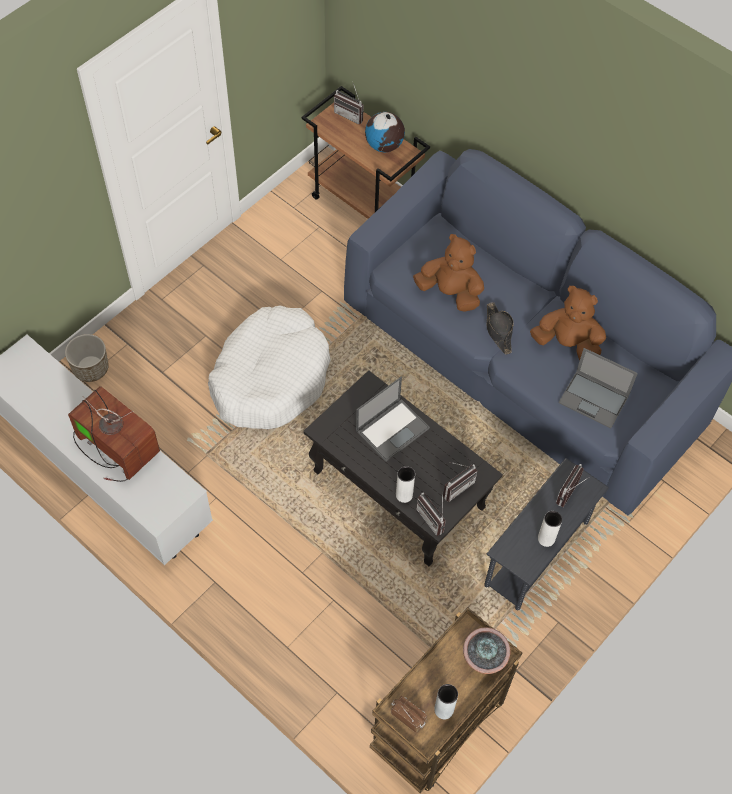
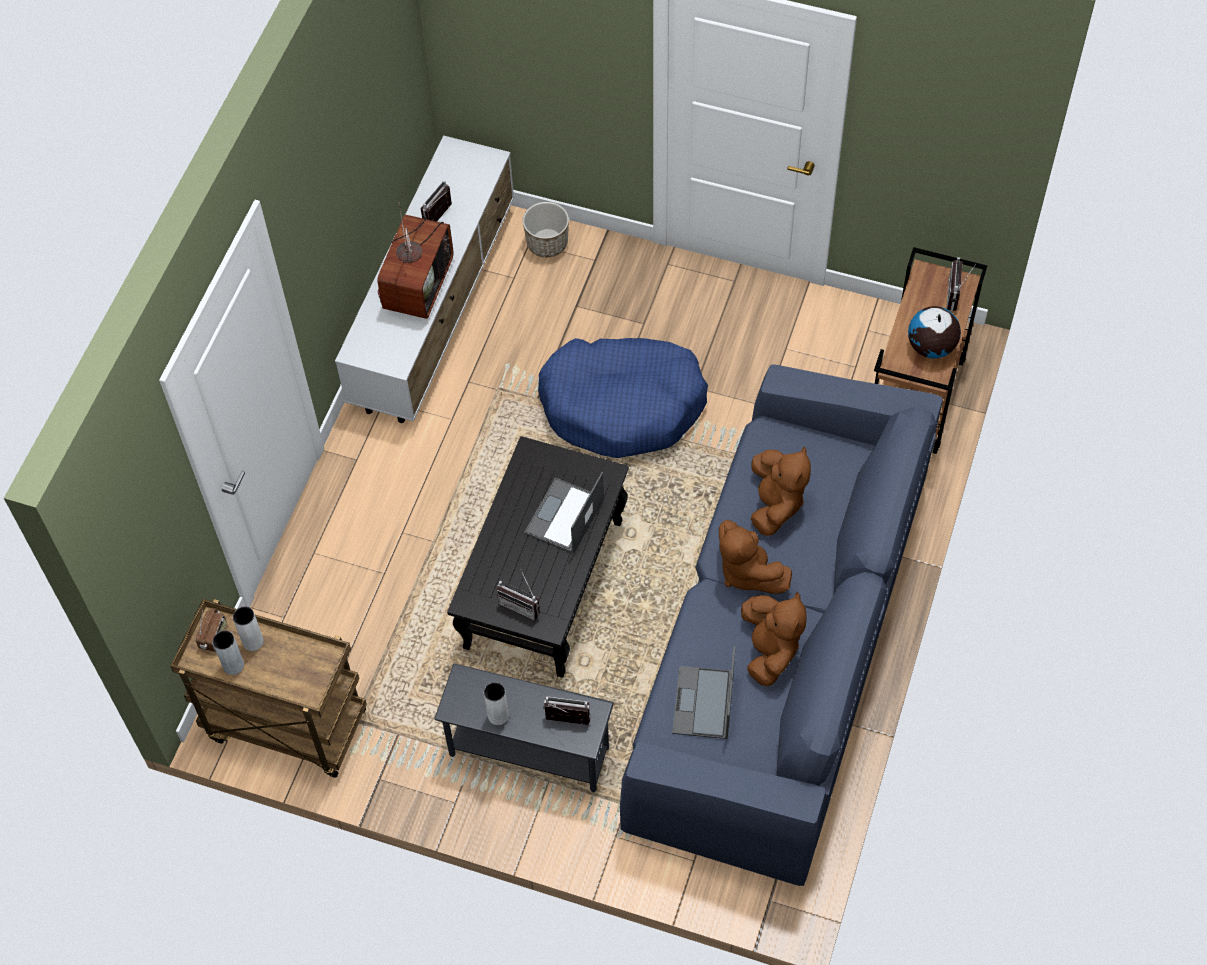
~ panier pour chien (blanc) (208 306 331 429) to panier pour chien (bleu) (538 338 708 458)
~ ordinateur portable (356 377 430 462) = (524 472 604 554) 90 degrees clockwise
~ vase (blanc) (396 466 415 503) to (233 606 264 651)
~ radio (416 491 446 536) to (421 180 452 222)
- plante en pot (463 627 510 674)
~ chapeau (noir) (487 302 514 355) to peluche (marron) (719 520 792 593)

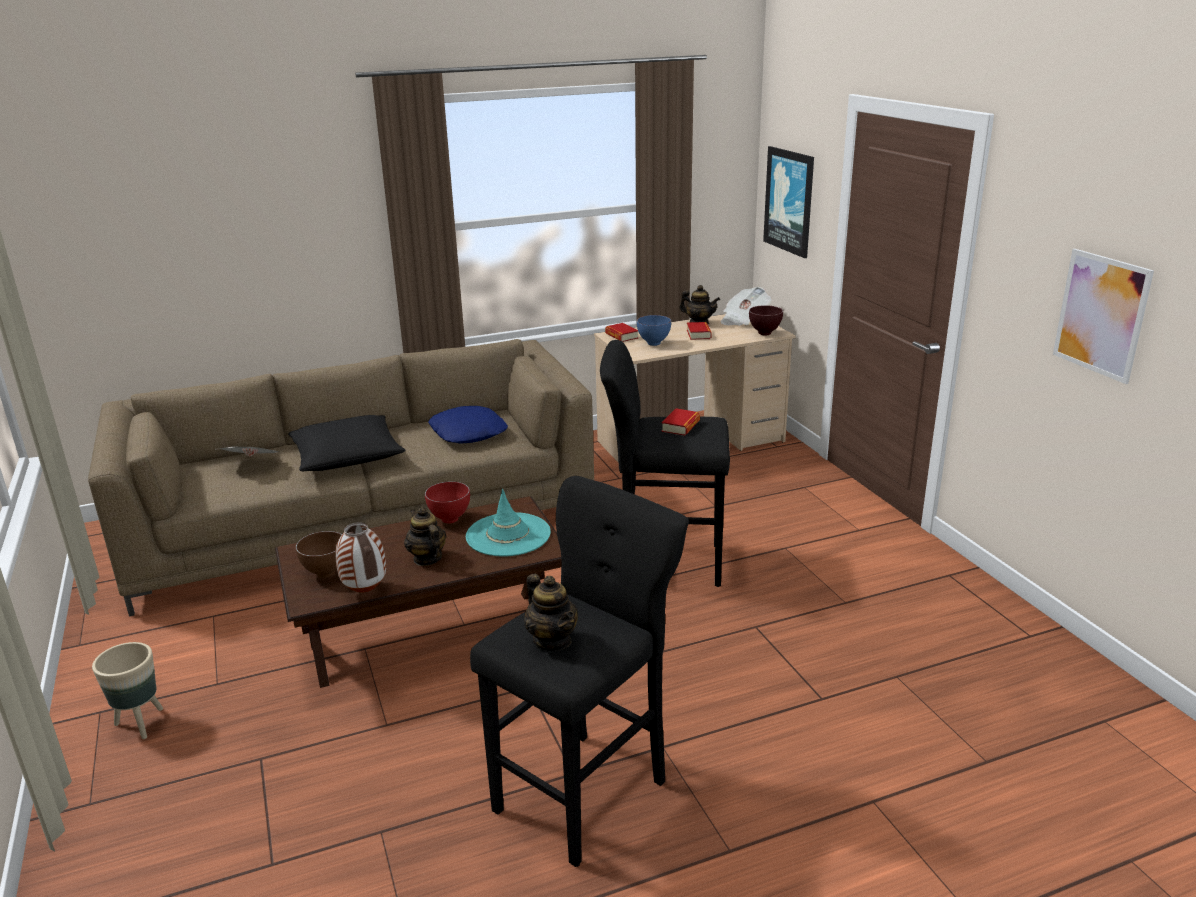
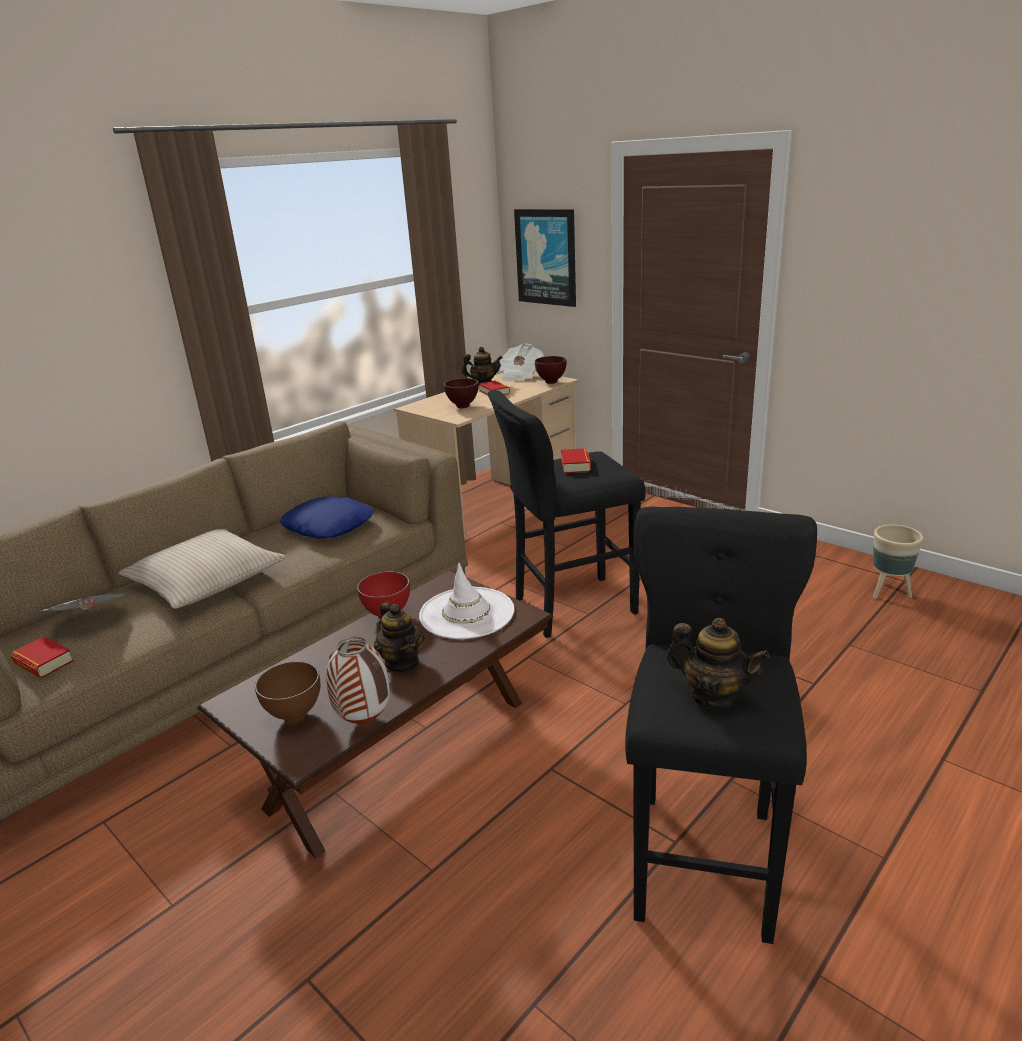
~ cache-pot (beige) (92 642 163 739) to (873 525 923 599)
~ coussin (noir) (288 415 406 471) to coussin (beige) (119 529 287 609)
~ théière (404 507 446 566) = (374 602 424 672) 150 degrees counterclockwise
~ chapeau (turquoise) (466 489 551 556) to chapeau (blanc) (419 563 514 639)
~ livre (605 323 638 342) to (10 636 74 678)
~ bol (bleu) (637 315 671 346) to bol (marron) (444 378 478 408)
- tableau (1053 249 1154 384)

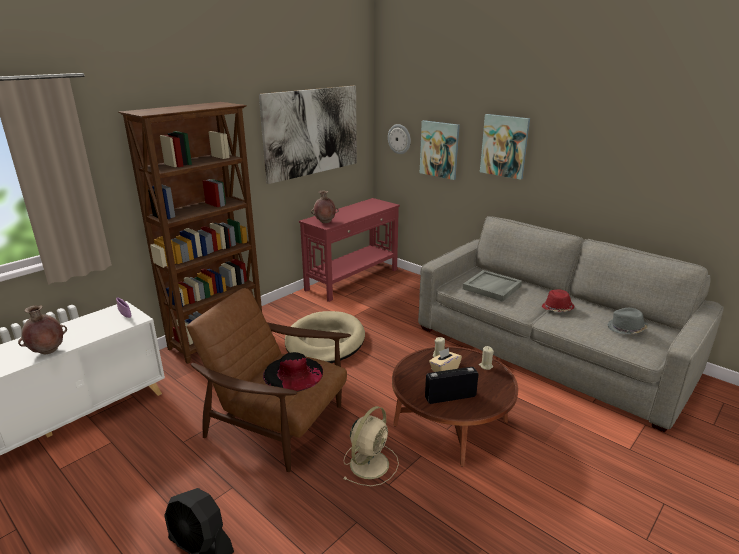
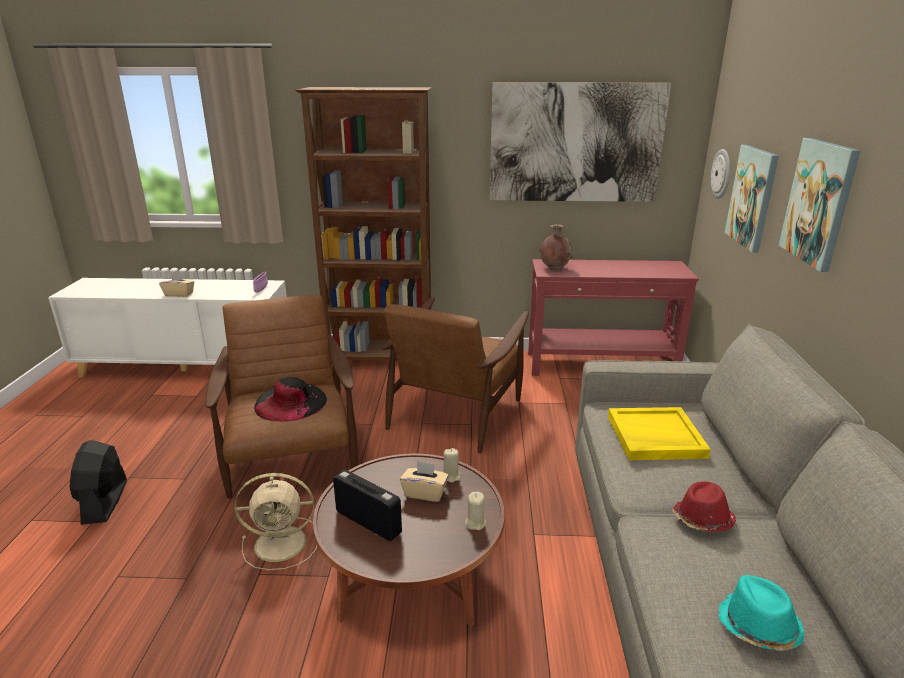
~ vase (marron) (18 305 67 354) to boîte à mouchoirs (beige) (159 272 195 297)
~ panier pour chien (beige) (285 311 365 363) to fauteuil (marron) (382 296 529 453)
~ plateau (gris) (463 270 522 302) to plateau (jaune) (608 407 711 460)
~ chapeau (gris) (607 308 648 334) to chapeau (turquoise) (719 575 805 651)

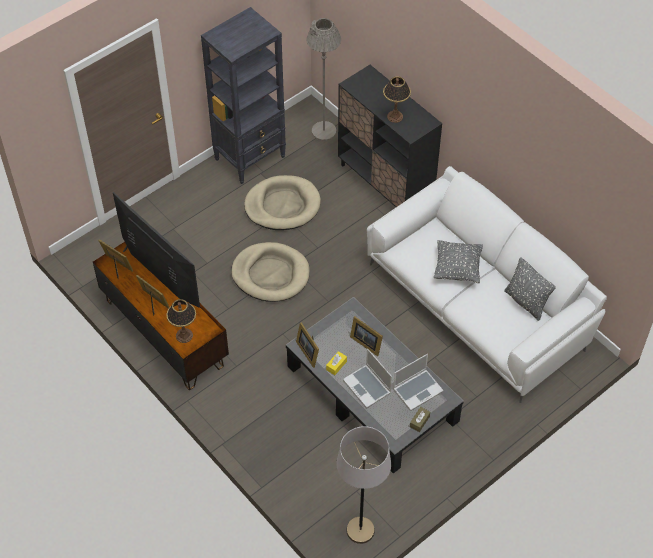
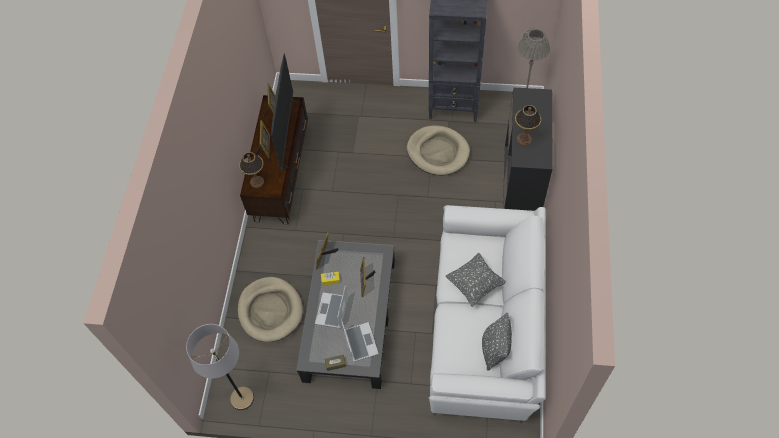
~ panier pour chien (beige) (231 242 310 302) to (238 277 303 342)
~ ordinateur portable (393 354 444 410) = (341 319 379 362) 120 degrees counterclockwise

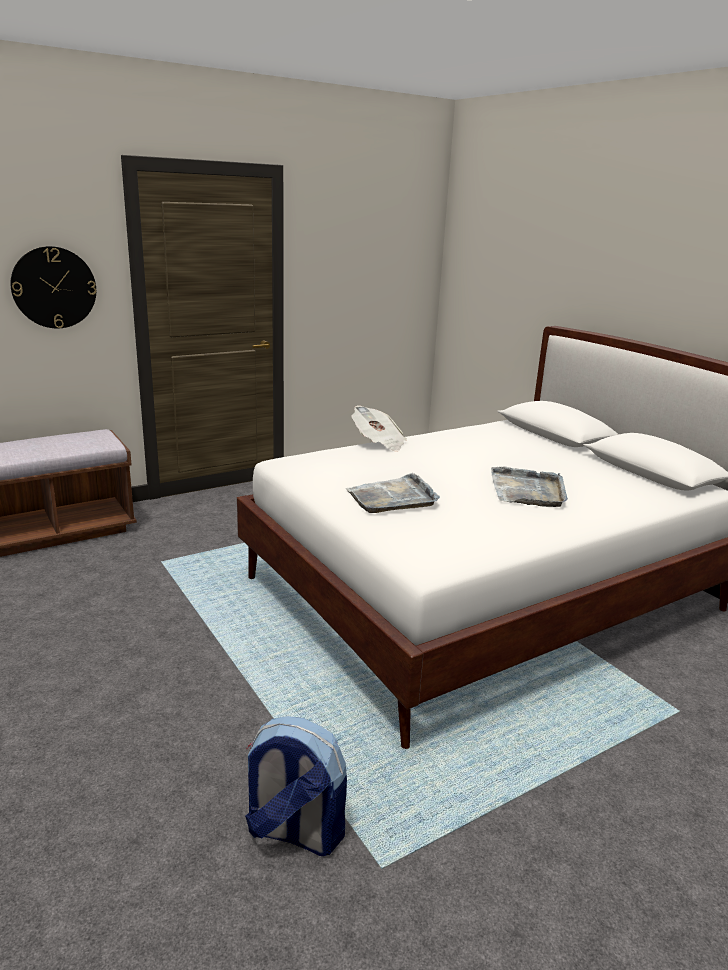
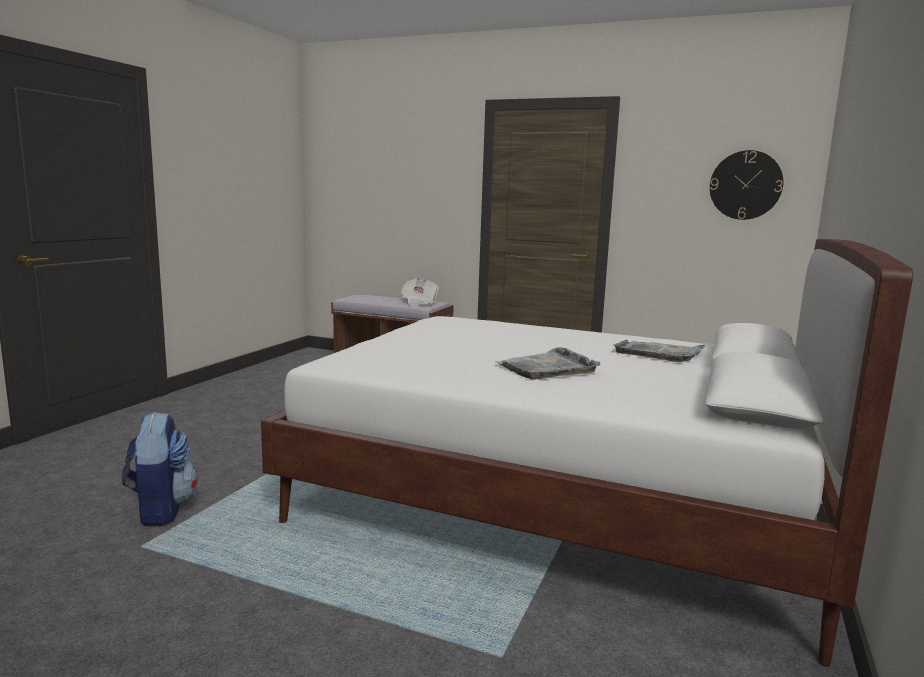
~ horloge murale (10 246 96 328) to (710 150 783 220)
~ plateau (gris) (346 473 440 513) to (613 340 706 362)
~ journal (351 405 407 452) to (401 278 439 306)

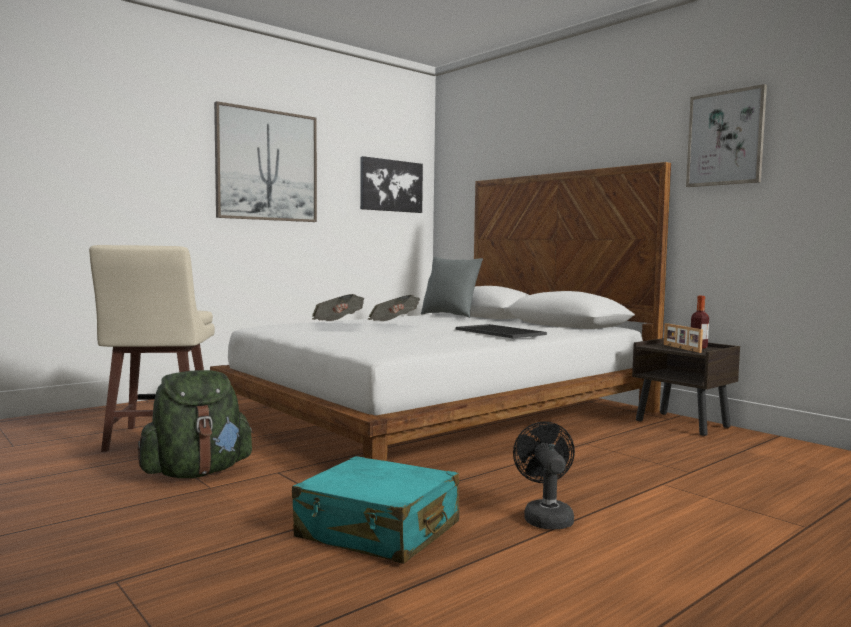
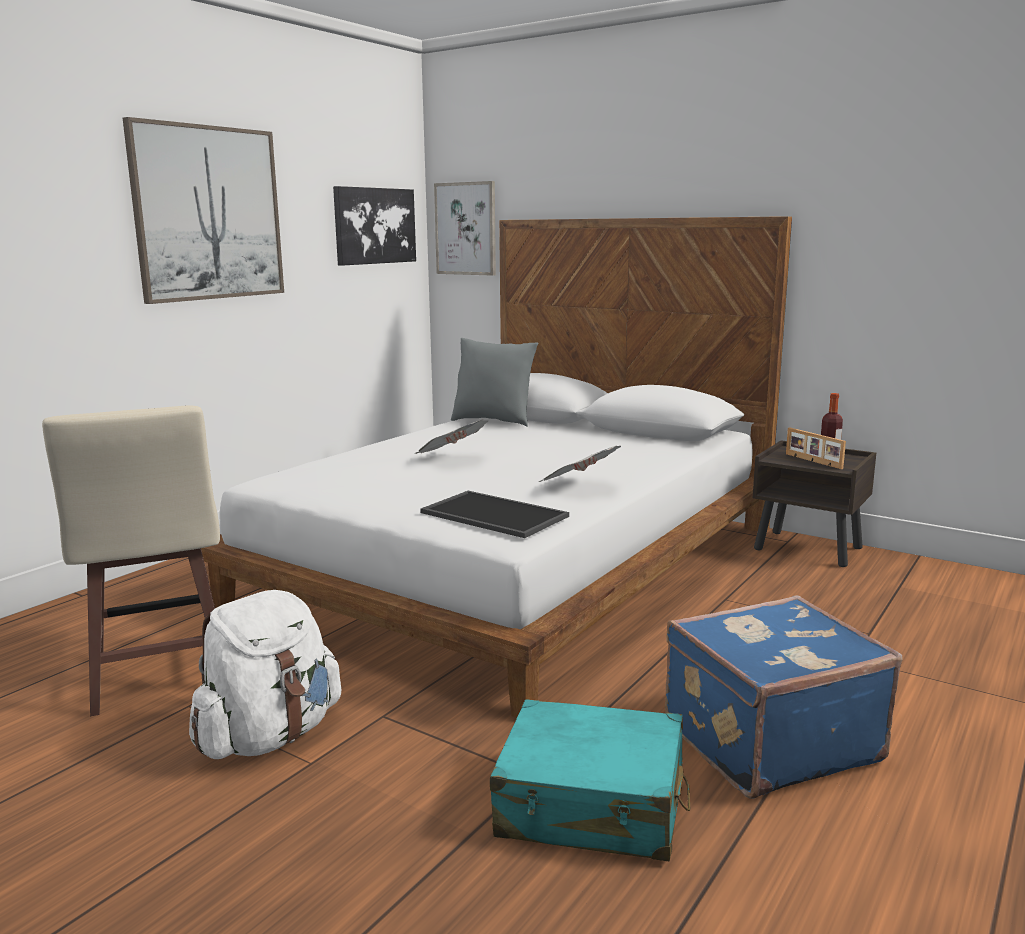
~ sac à dos (vert) (138 370 254 478) to sac à dos (blanc) (189 590 341 759)
~ journal (312 294 364 321) to (539 446 621 482)
~ plateau (456 324 547 338) to (420 491 569 538)
~ ventilateur (noir) (513 421 575 529) to valise (bleu) (665 595 903 799)
~ tableau (686 84 767 187) to (434 181 496 276)

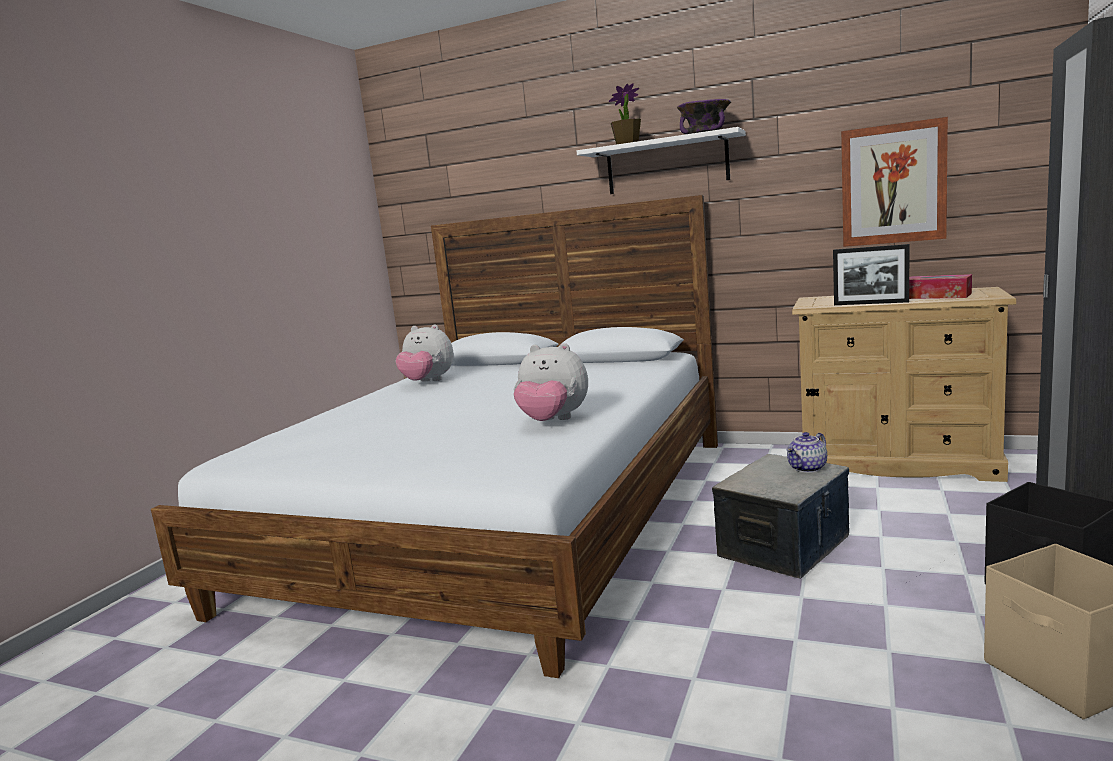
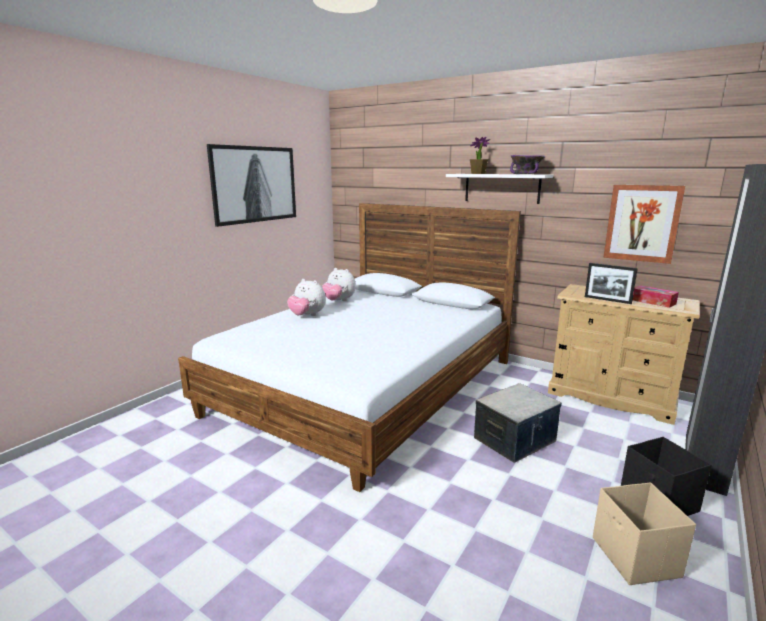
~ peluche (514 343 588 421) to (287 279 326 316)
- théière (787 432 827 473)
+ tableau (207 144 296 227)

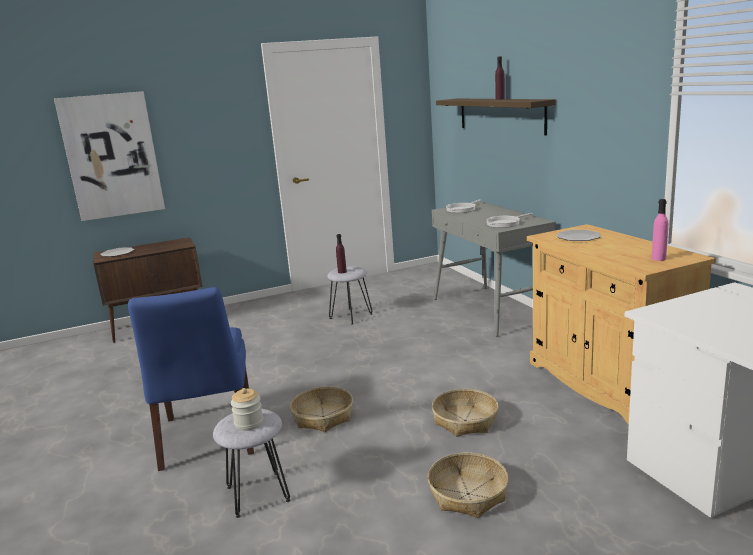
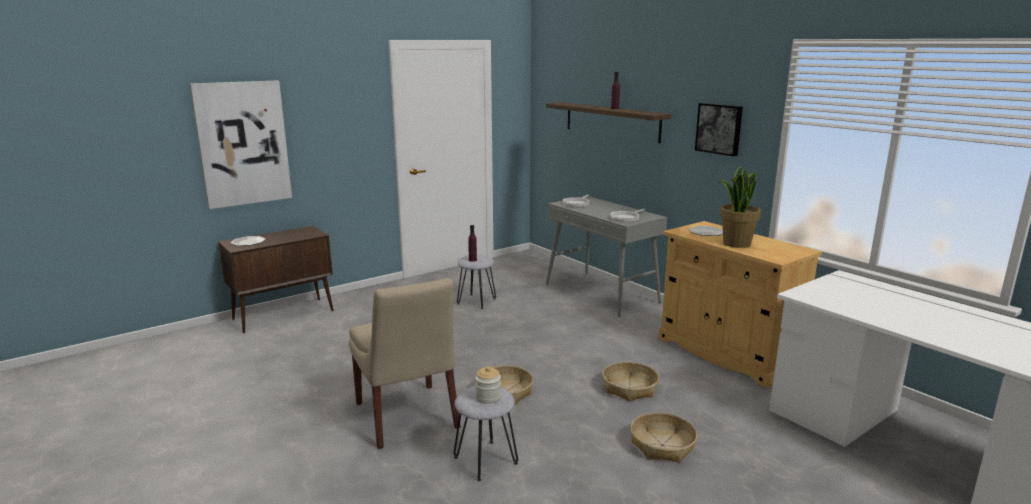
~ chaise (bleu) (128 287 254 471) to chaise (beige) (349 278 461 449)
- bouteille (rose) (652 199 668 261)
+ tableau (695 103 743 156)
+ plante en pot (718 166 761 248)

